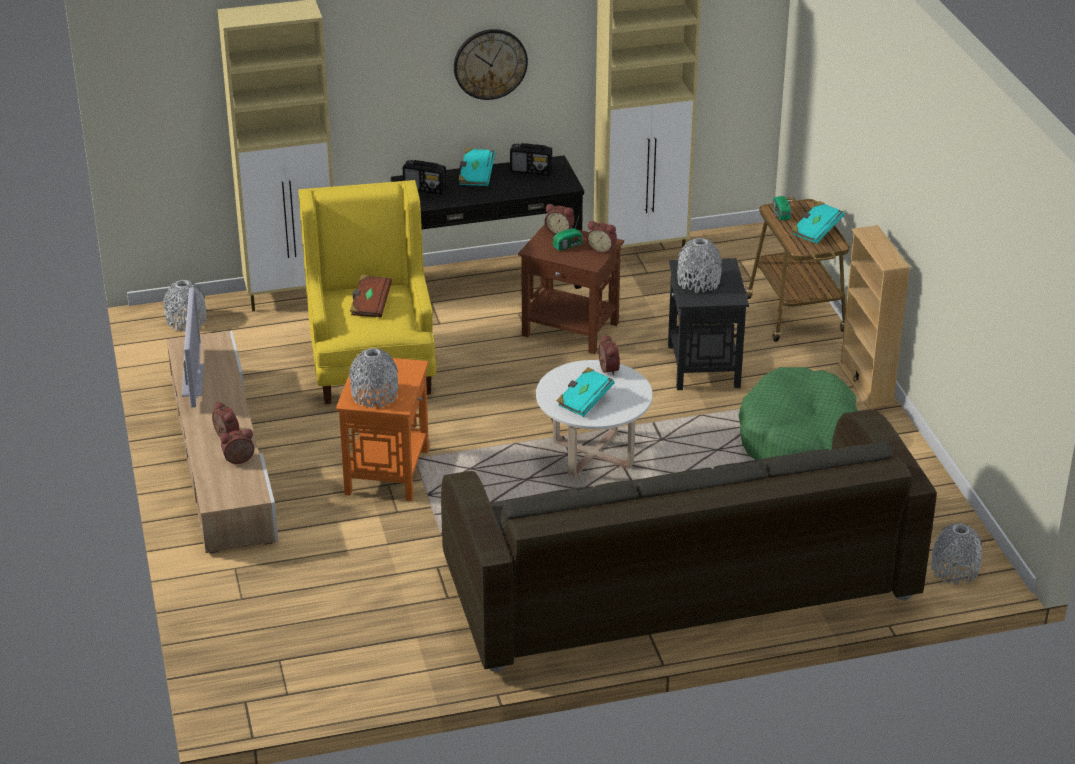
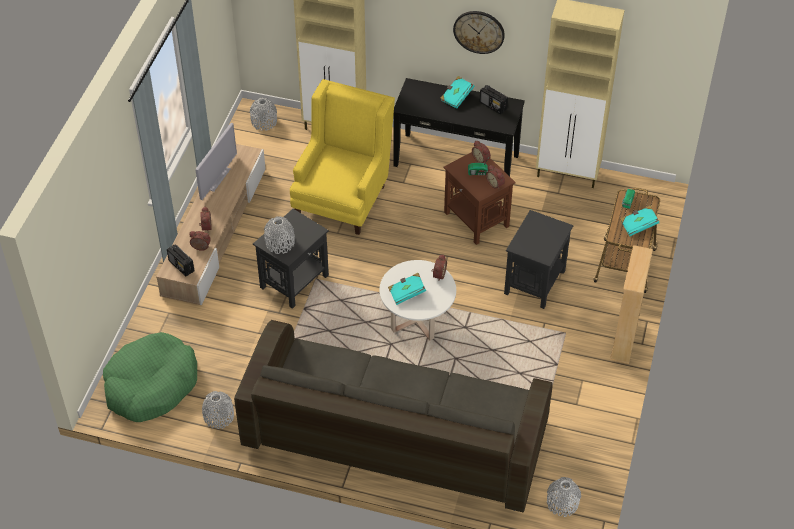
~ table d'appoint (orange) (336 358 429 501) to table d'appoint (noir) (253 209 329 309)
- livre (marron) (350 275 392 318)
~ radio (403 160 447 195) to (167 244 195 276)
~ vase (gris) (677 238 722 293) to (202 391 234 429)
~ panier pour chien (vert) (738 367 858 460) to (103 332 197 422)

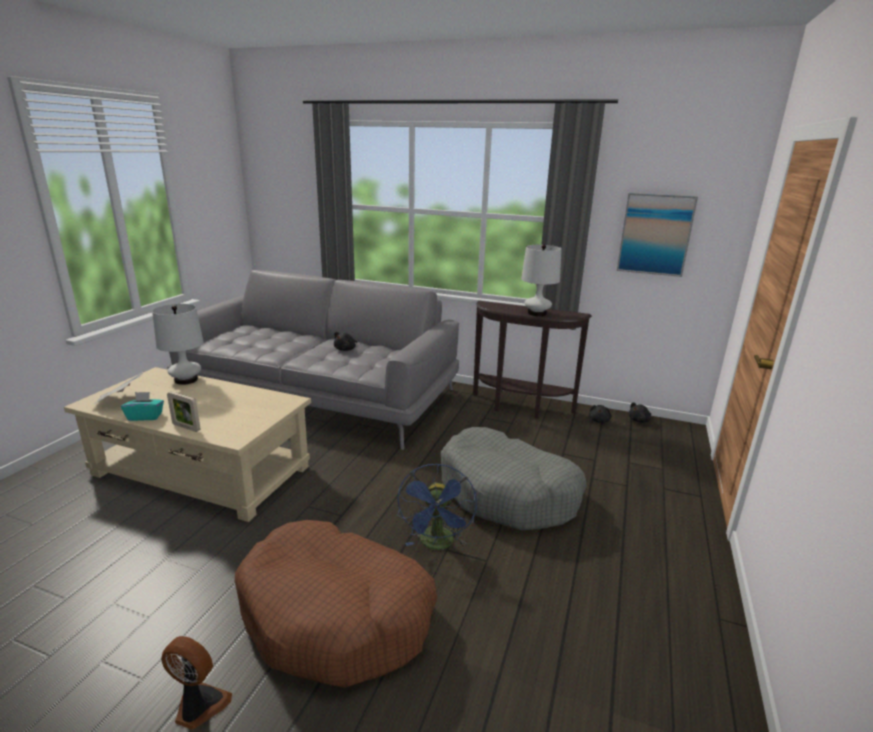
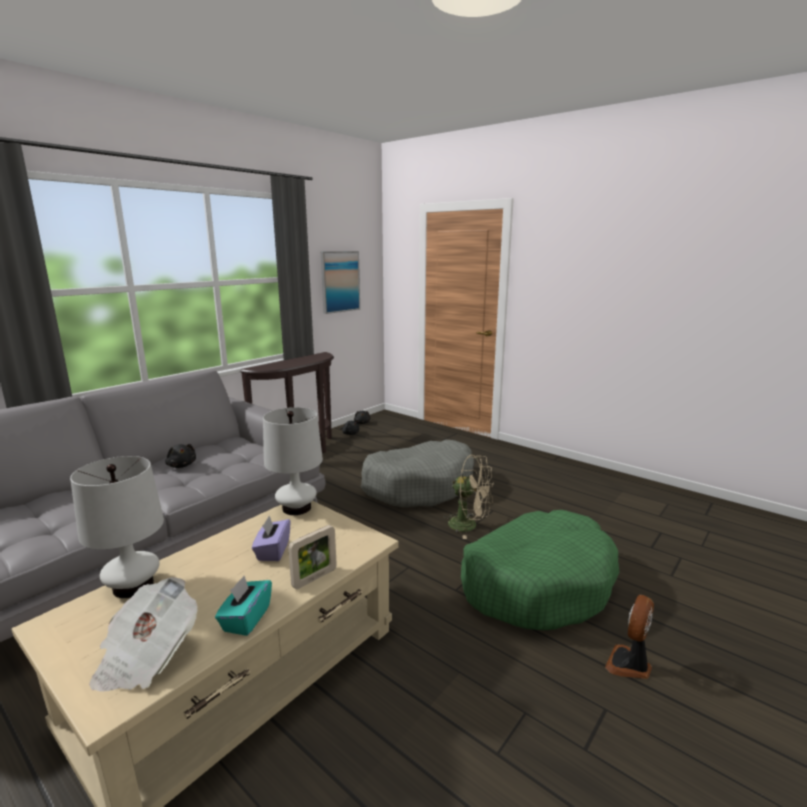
~ panier pour chien (marron) (235 520 437 688) to panier pour chien (vert) (461 510 620 630)
~ ventilateur (bleu) (397 464 477 550) to ventilateur (beige) (444 455 494 539)
~ lampe de table (blanc) (521 245 562 316) to (263 407 323 515)
+ boîte à mouchoirs (violet) (252 516 291 561)

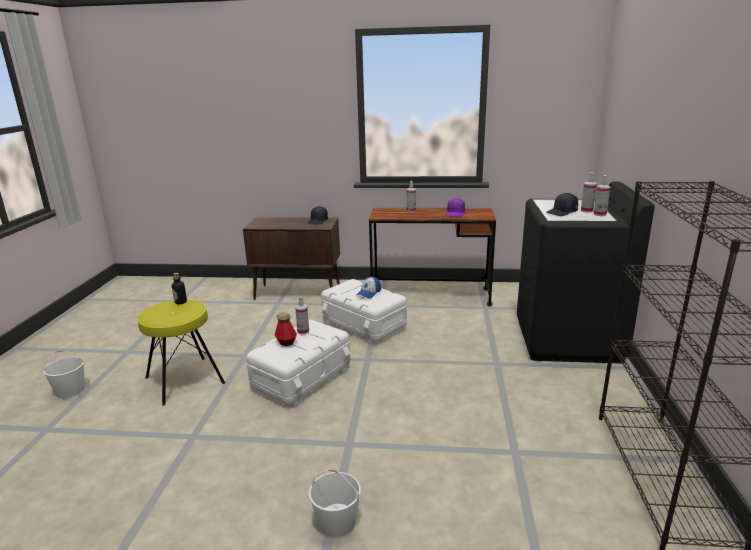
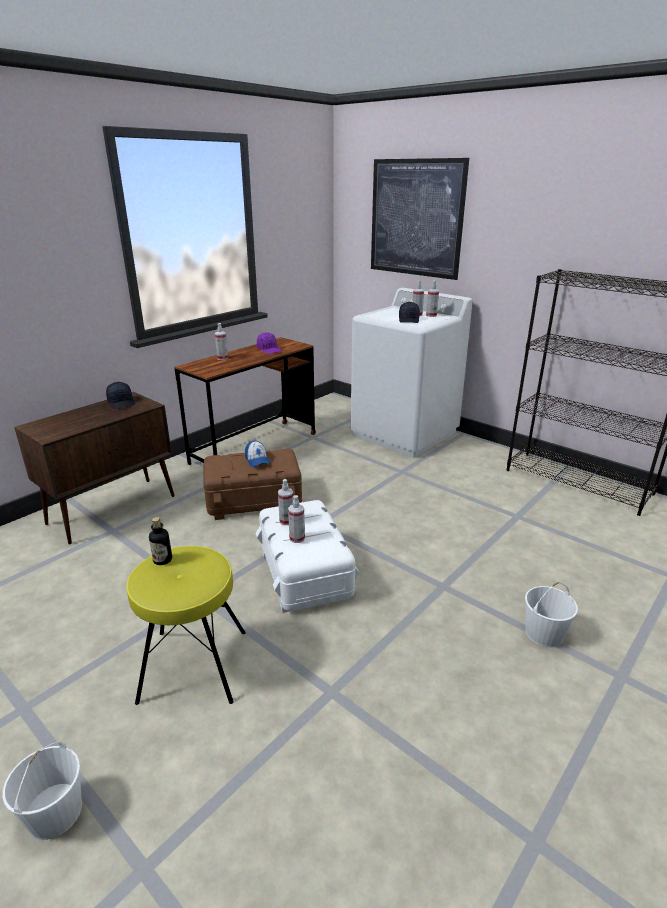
~ bouteille (275 312 297 346) to vaporisateur (288 495 305 543)
~ boîte de rangement (blanc) (321 279 407 345) to boîte de rangement (marron) (204 449 302 520)
~ lave-linge (noir) (517 182 655 364) to lave-linge (blanc) (351 288 473 458)
+ tableau (371 158 469 280)

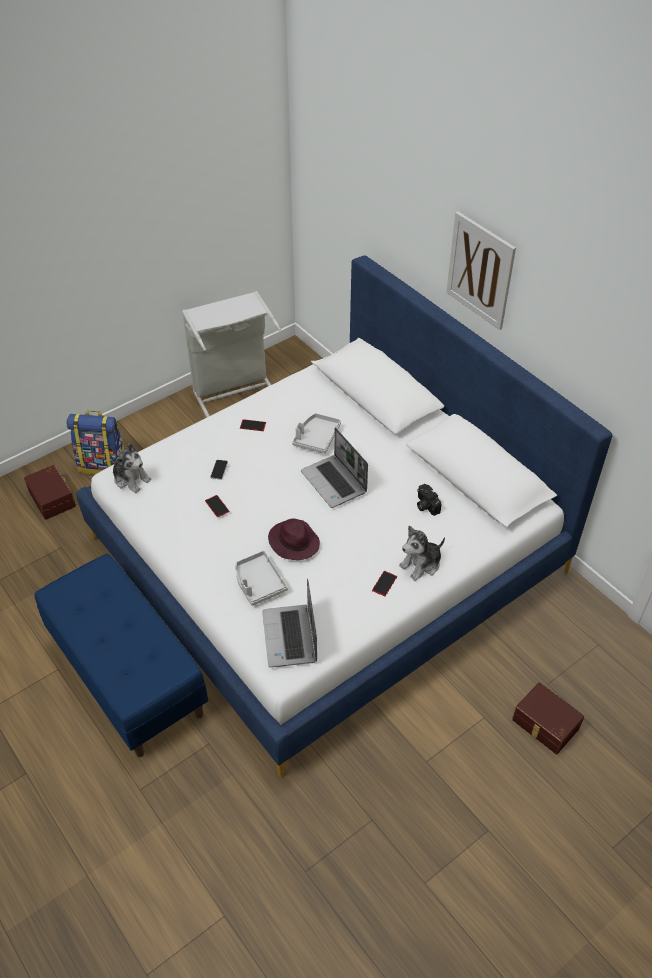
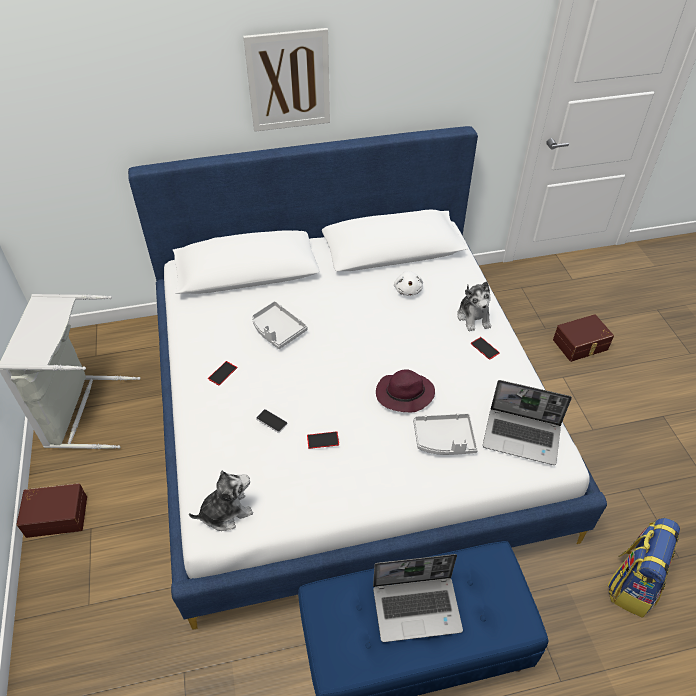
~ boîte de rangement (marron) (24 465 76 520) to (16 483 87 538)
~ sac à dos (66 411 124 475) to (607 518 680 618)
~ ordinateur portable (301 427 368 508) to (373 554 463 642)
~ appareil photo (417 484 442 516) to peluche (blanc) (394 271 423 296)

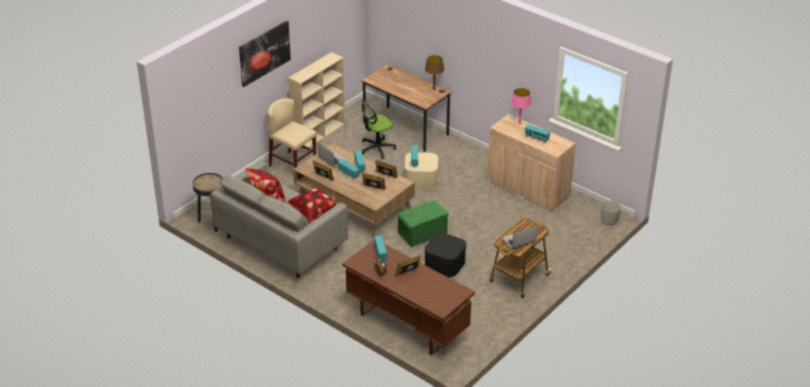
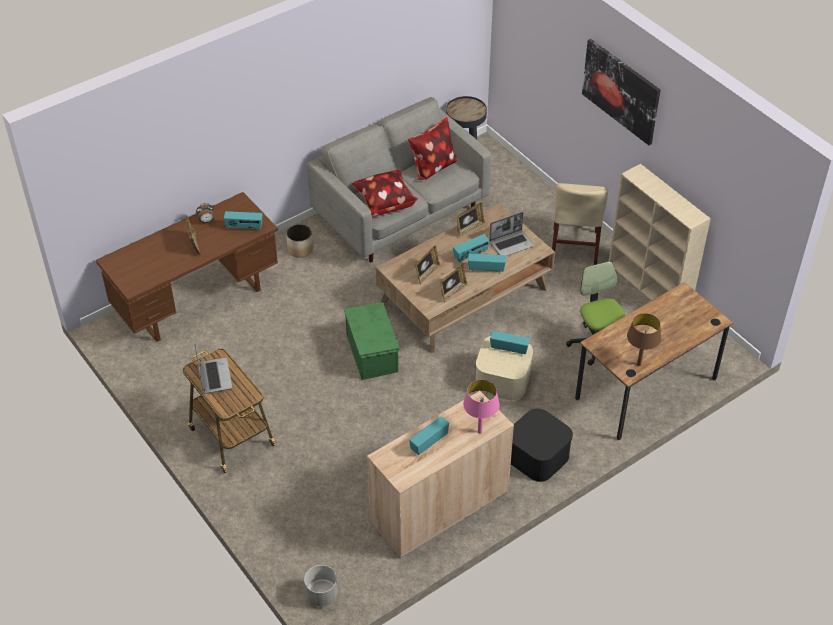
~ chaise (beige) (268 98 317 168) = (552 183 608 265) 135 degrees clockwise
~ boîte de rangement (noir) (425 233 466 277) to (511 409 573 482)
+ cache-pot (286 224 313 258)

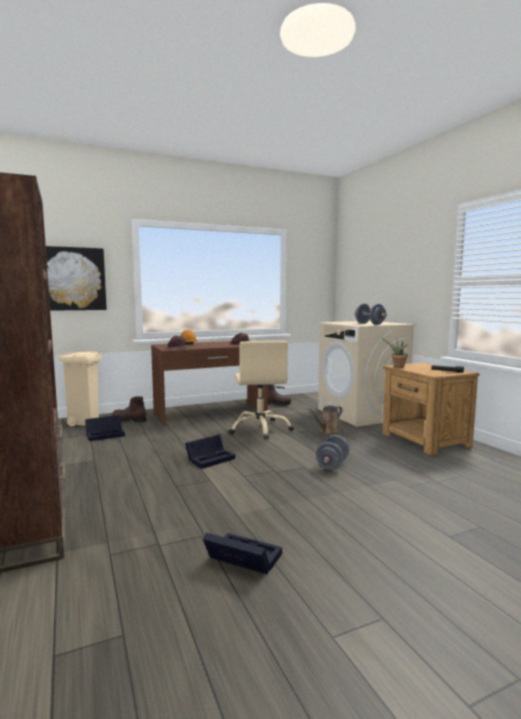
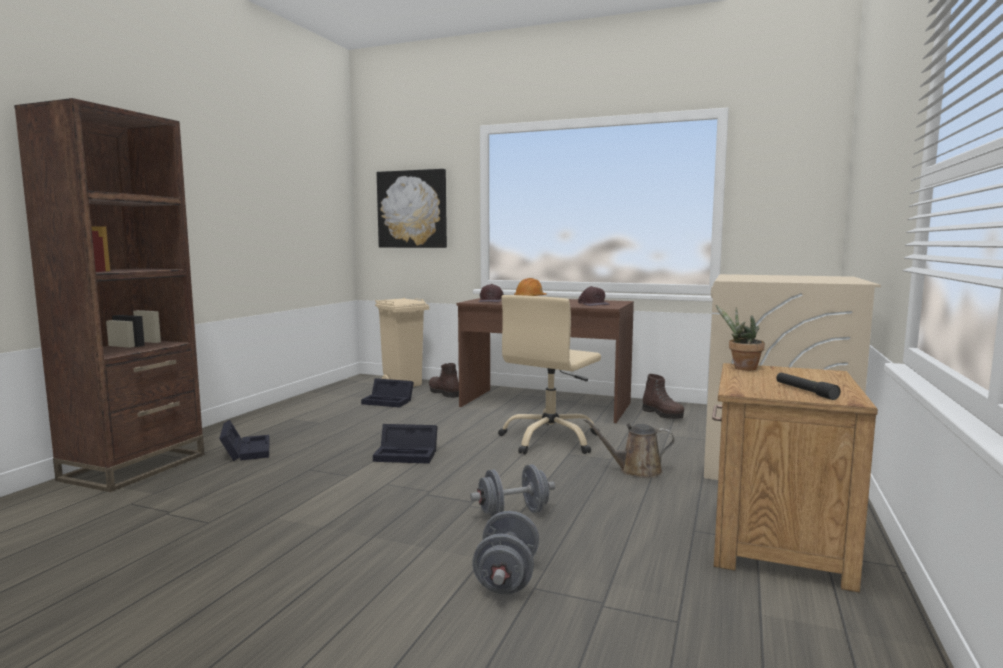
~ boîte de rangement (noir) (203 532 282 574) to (219 420 270 461)
~ haltère (gris) (355 304 387 325) to (472 511 539 594)

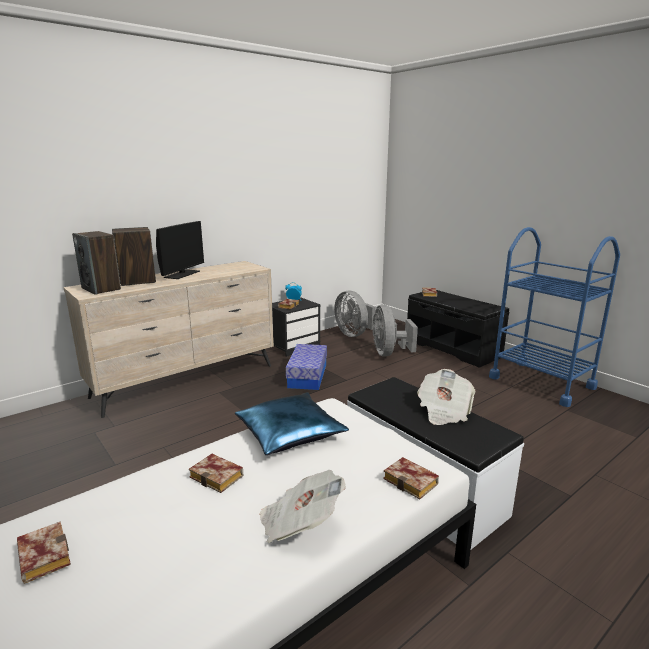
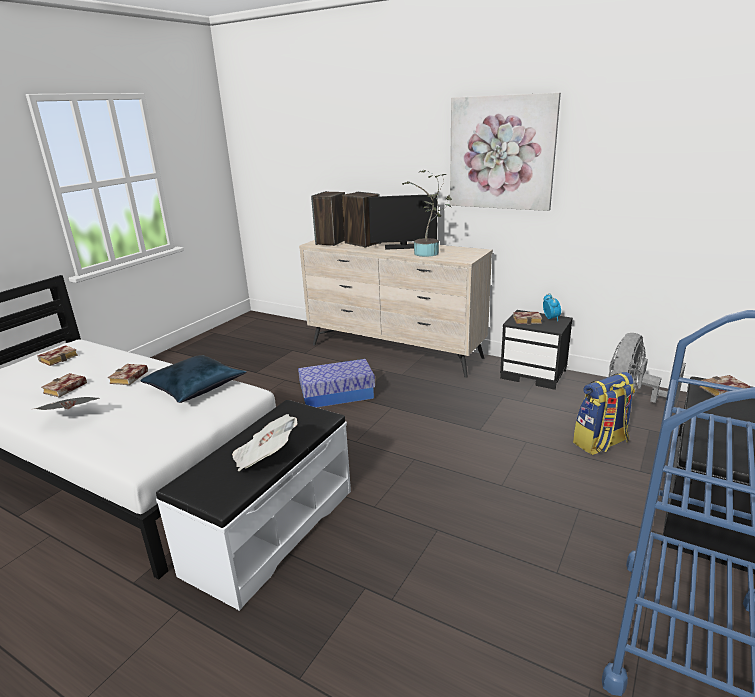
~ boîte de rangement (286 344 327 390) to (298 359 375 407)
~ ventilateur (gris) (372 305 418 357) to sac à dos (573 372 635 455)
~ livre (383 457 439 500) to (41 373 87 397)
+ plante en pot (402 170 452 257)
+ tableau (450 93 561 211)

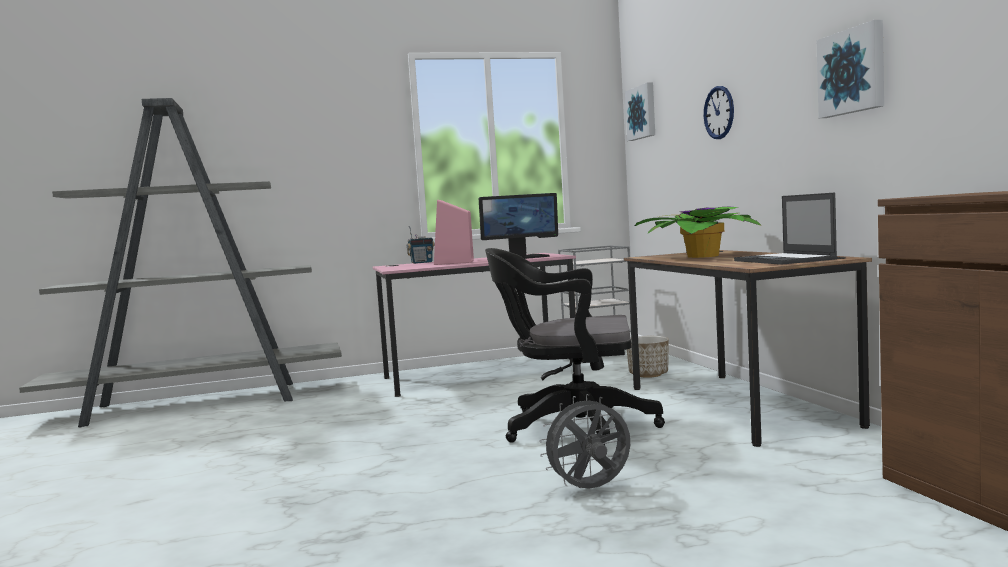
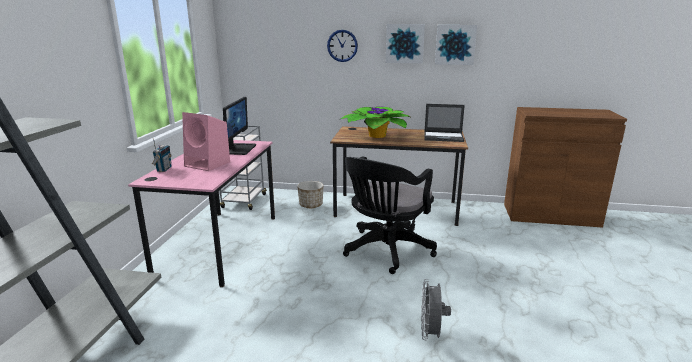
~ ventilateur (gris) (539 394 630 489) to (421 279 451 340)
~ tableau (625 82 655 141) to (386 24 425 63)

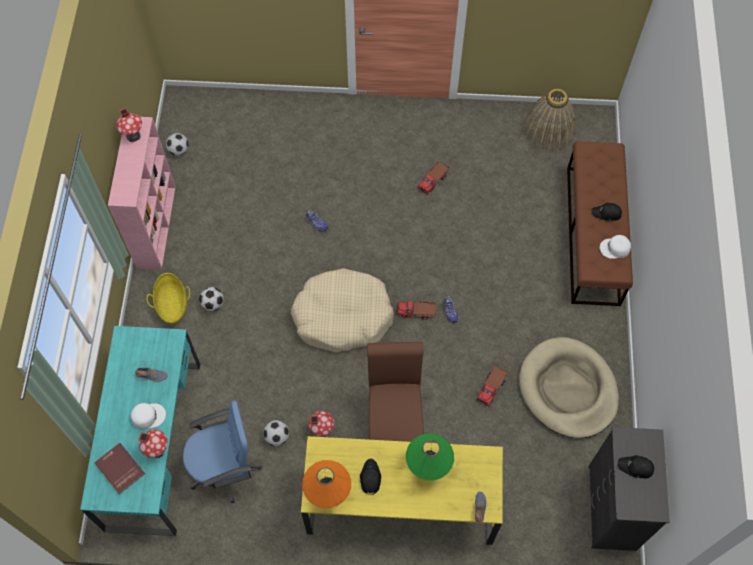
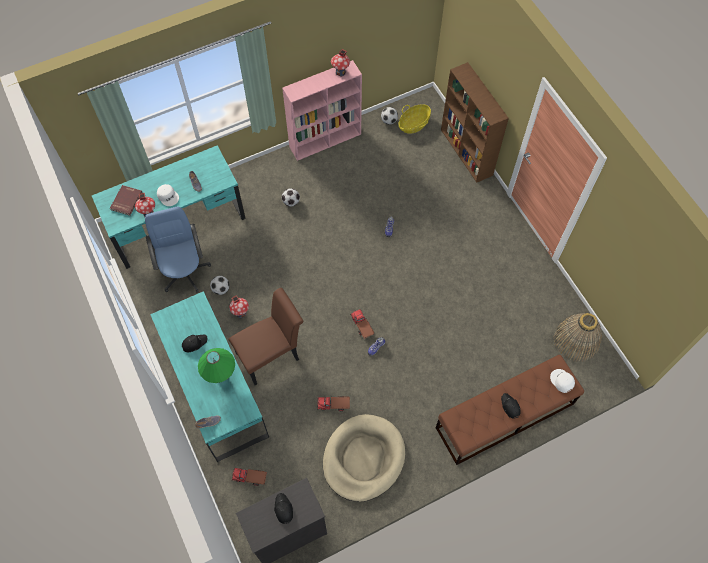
~ panier (147 273 190 324) to (399 104 431 134)
~ chaise de bureau (bleu) (183 400 262 503) = (145 206 211 293) 150 degrees counterclockwise
- panier pour chien (beige) (291 268 394 352)
~ bureau (jaune) (301 436 503 545) to bureau (turquoise) (150 291 269 462)
- lampe de table (orange) (302 460 351 508)
~ camion jouet (417 162 450 195) to (232 468 267 486)
~ casquette (blanc) (600 235 631 259) to (550 369 575 393)
+ bibliothèque (marron) (441 62 509 182)

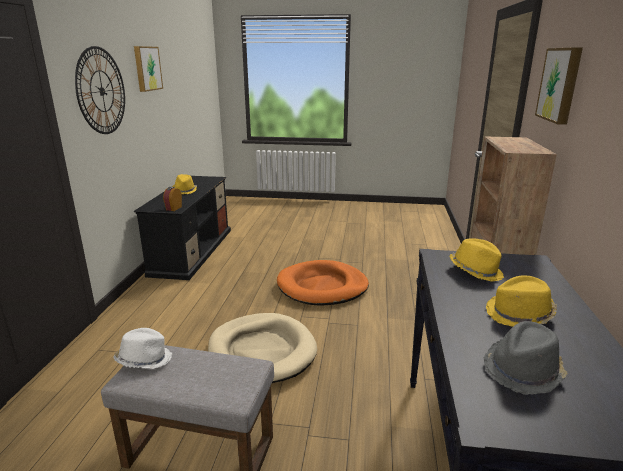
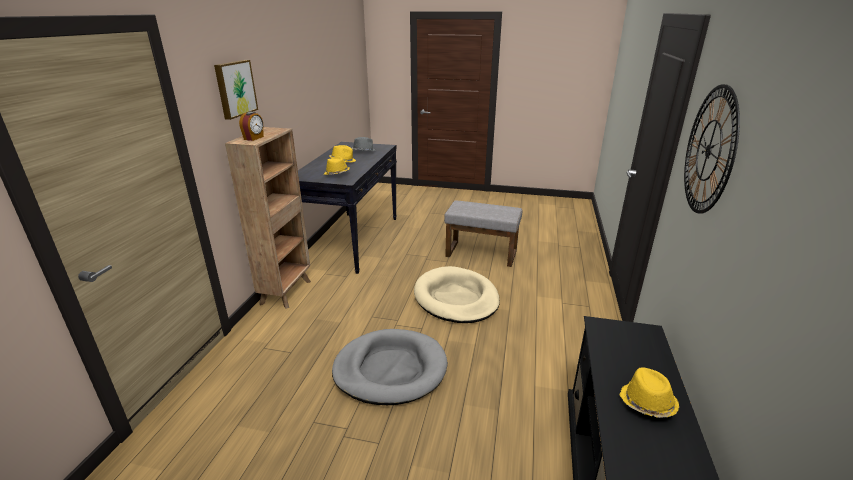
- chapeau (blanc) (113 328 172 369)
- tableau (134 46 163 92)
~ réveil (163 187 182 211) to (239 112 264 141)
~ panier pour chien (orange) (277 260 369 306) to panier pour chien (gris) (332 329 448 405)

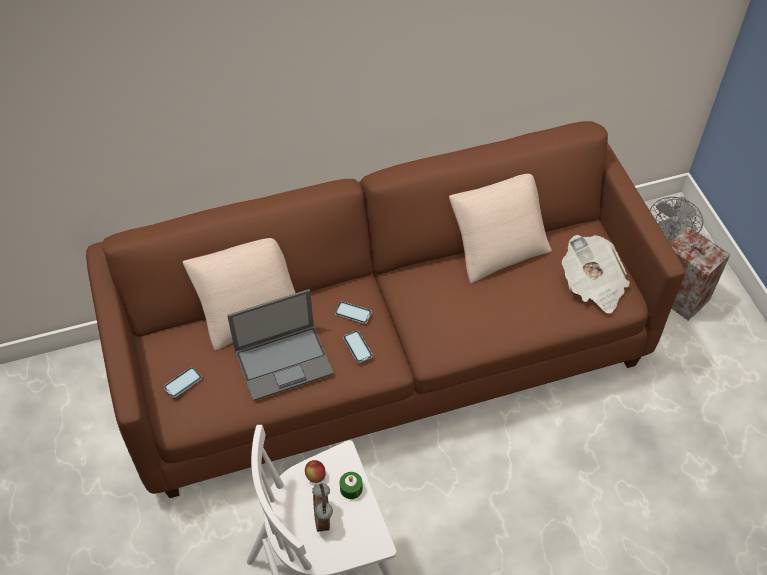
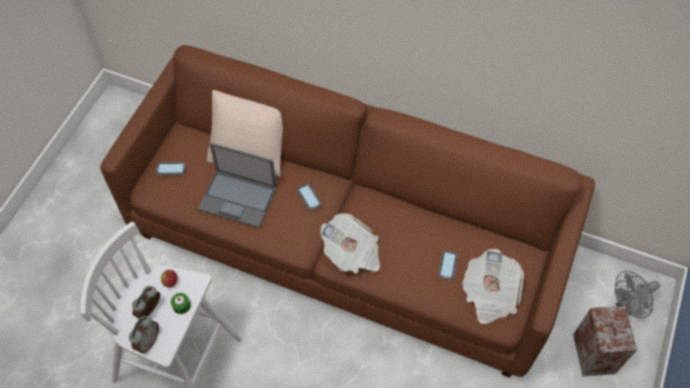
~ téléphone (343 330 373 363) to (439 251 457 280)
- coussin (beige) (449 174 552 283)
+ réveil (129 316 159 353)
+ journal (320 213 380 273)

